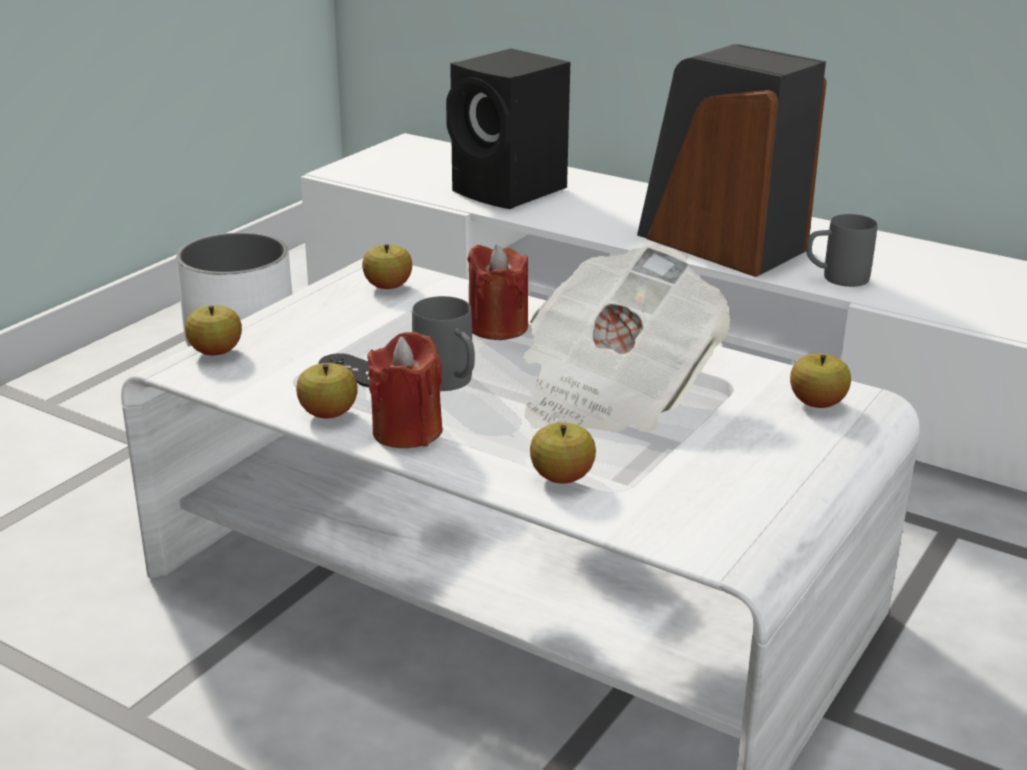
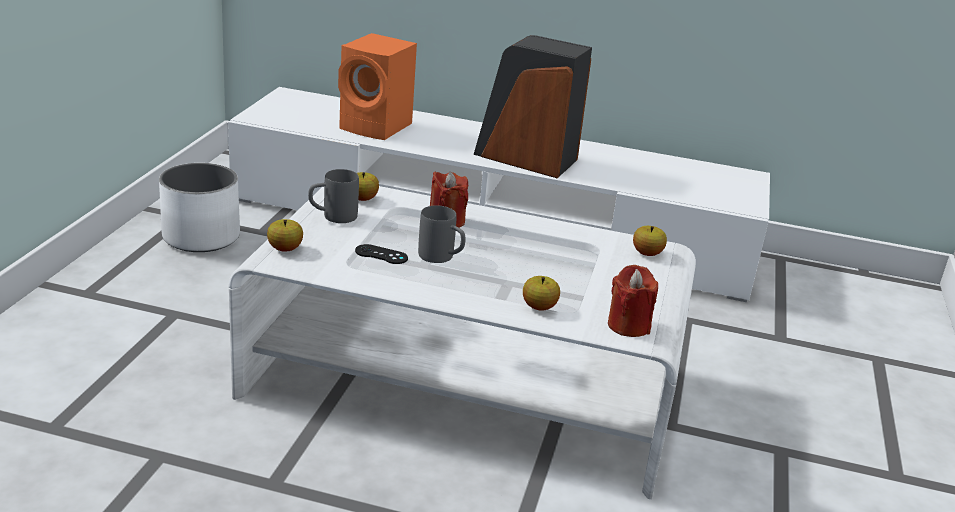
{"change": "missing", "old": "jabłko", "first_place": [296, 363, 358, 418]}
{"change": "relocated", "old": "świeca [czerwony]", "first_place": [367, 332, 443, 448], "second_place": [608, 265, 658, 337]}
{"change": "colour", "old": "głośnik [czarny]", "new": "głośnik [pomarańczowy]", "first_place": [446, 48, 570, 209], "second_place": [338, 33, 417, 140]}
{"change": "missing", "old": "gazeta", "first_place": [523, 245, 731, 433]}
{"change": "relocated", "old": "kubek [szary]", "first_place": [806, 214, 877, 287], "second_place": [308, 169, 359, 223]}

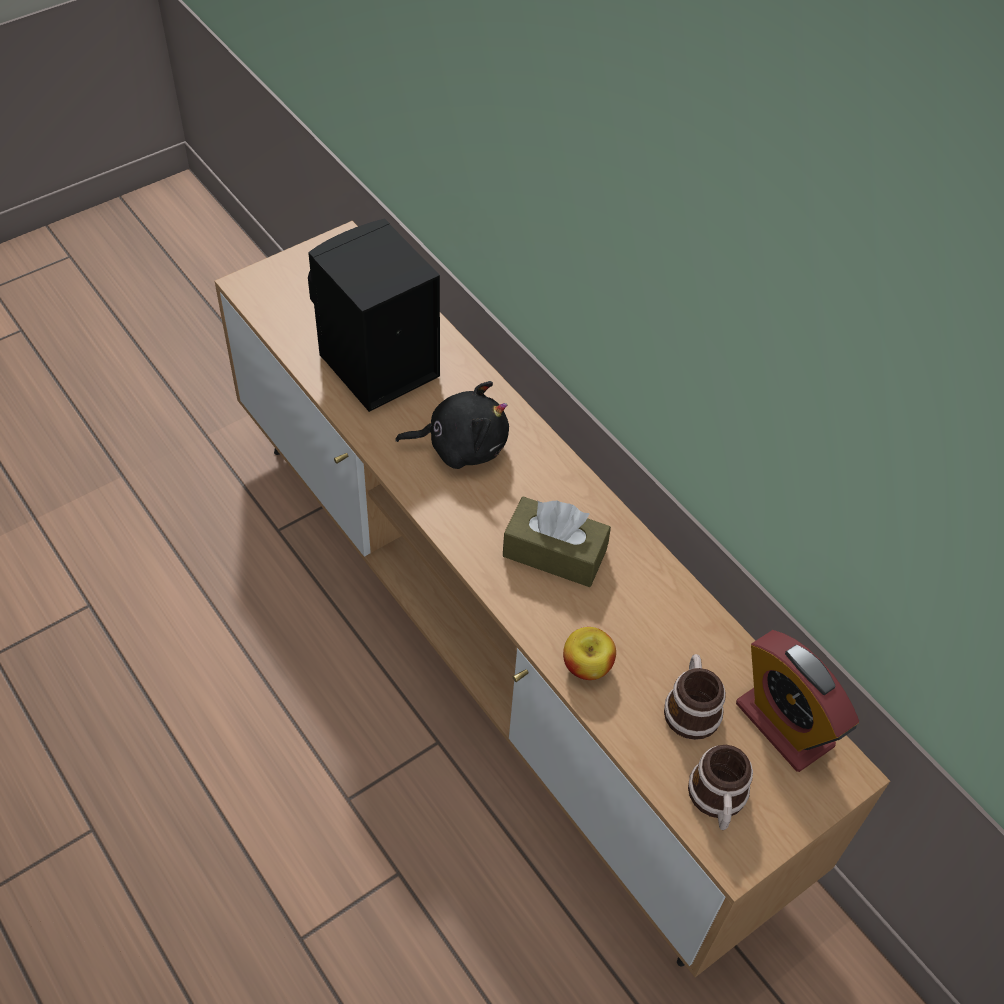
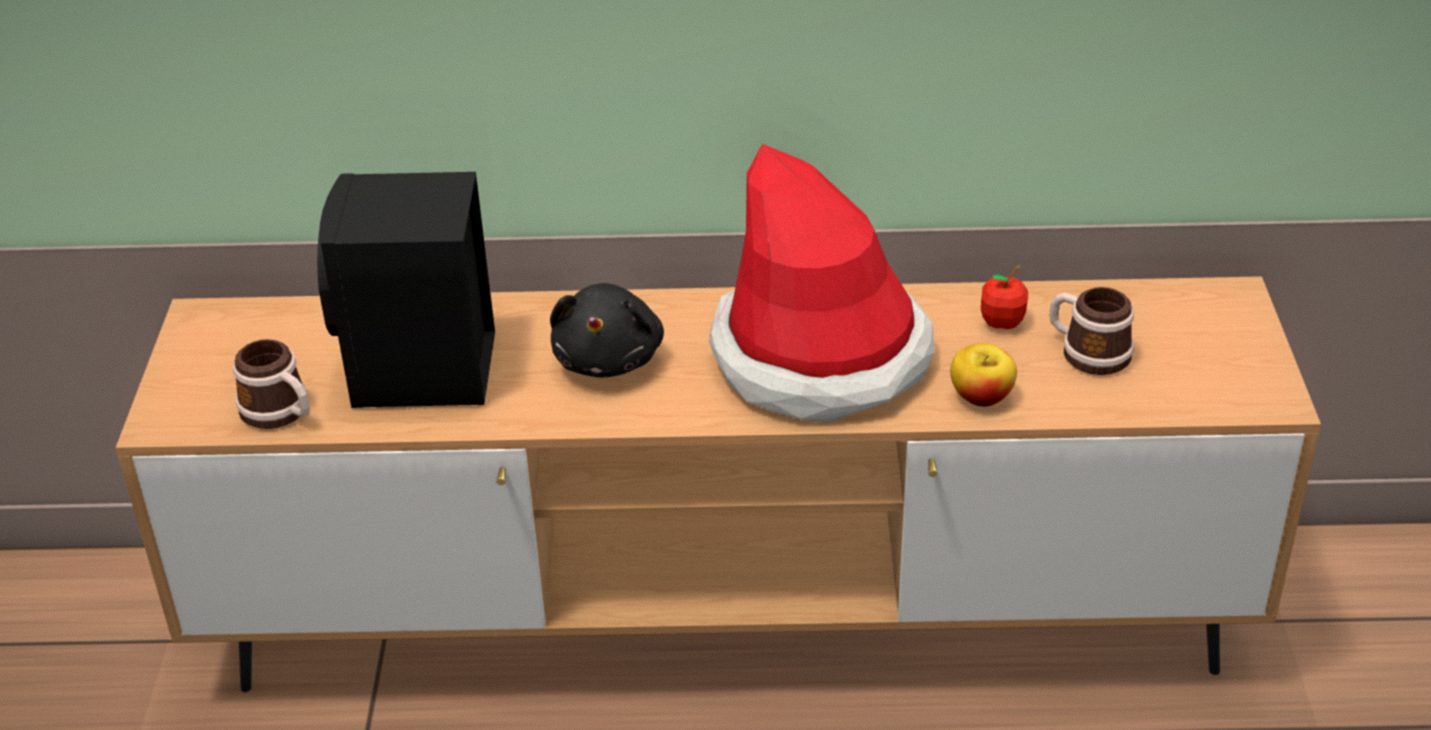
{"change": "spun", "old": "pluszak [czarny]", "first_place": [395, 381, 509, 469], "second_place": [550, 283, 664, 378], "degrees": 150}
{"change": "exchanged", "old": "pudełko chusteczek [brązowy]", "new": "kapelusz", "first_place": [503, 496, 611, 587], "second_place": [709, 144, 935, 422]}
{"change": "relocated", "old": "kubek", "first_place": [688, 745, 753, 830], "second_place": [233, 339, 310, 429]}
{"change": "missing", "old": "budzik", "first_place": [736, 630, 859, 772]}
{"change": "appeared", "new": "jabłko", "second_place": [981, 265, 1028, 329]}

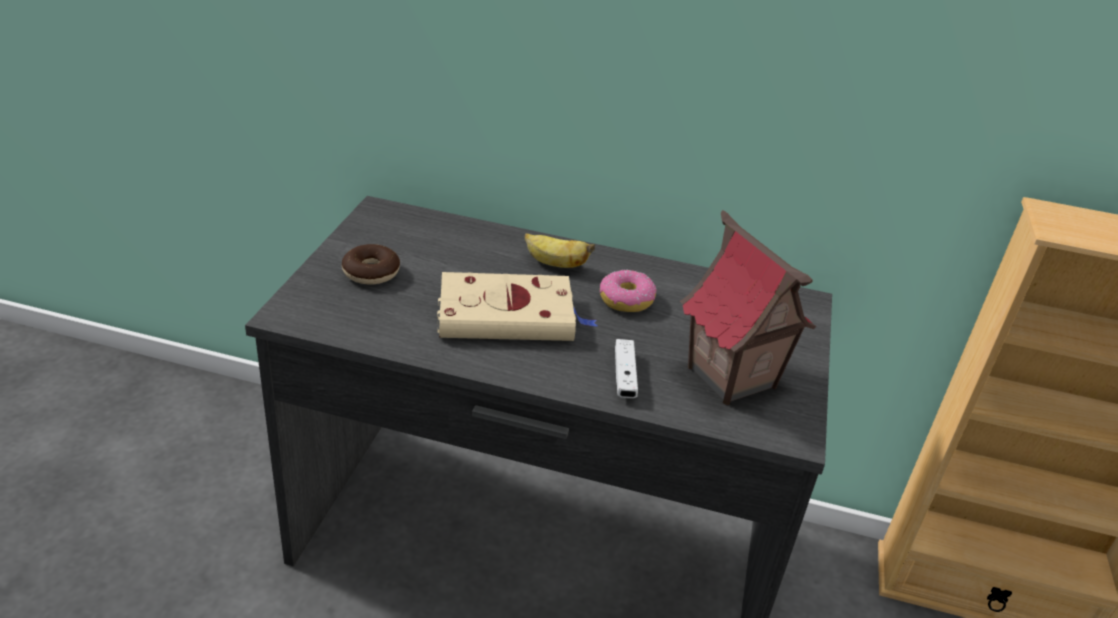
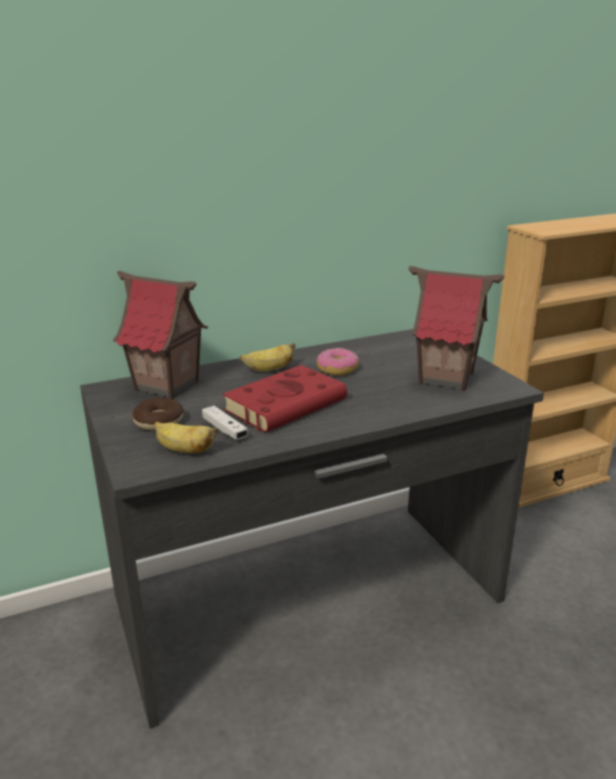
{"change": "colour", "old": "książka [beżowy]", "new": "książka [czerwony]", "first_place": [437, 272, 597, 341], "second_place": [223, 365, 347, 433]}
{"change": "relocated", "old": "pad do gier [biały]", "first_place": [615, 339, 638, 398], "second_place": [202, 406, 248, 440]}
{"change": "appeared", "new": "domek", "second_place": [113, 271, 208, 399]}
{"change": "appeared", "new": "banan", "second_place": [155, 422, 218, 453]}

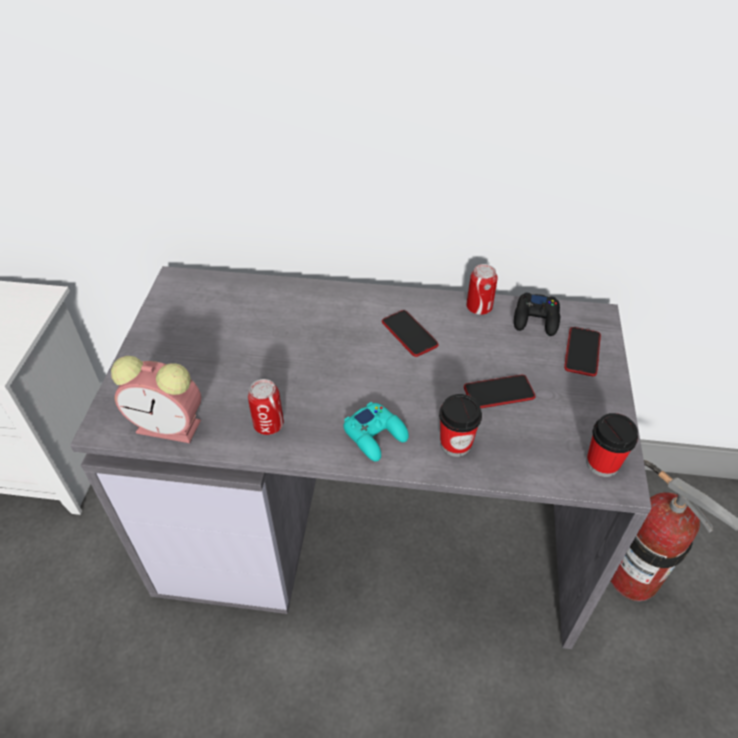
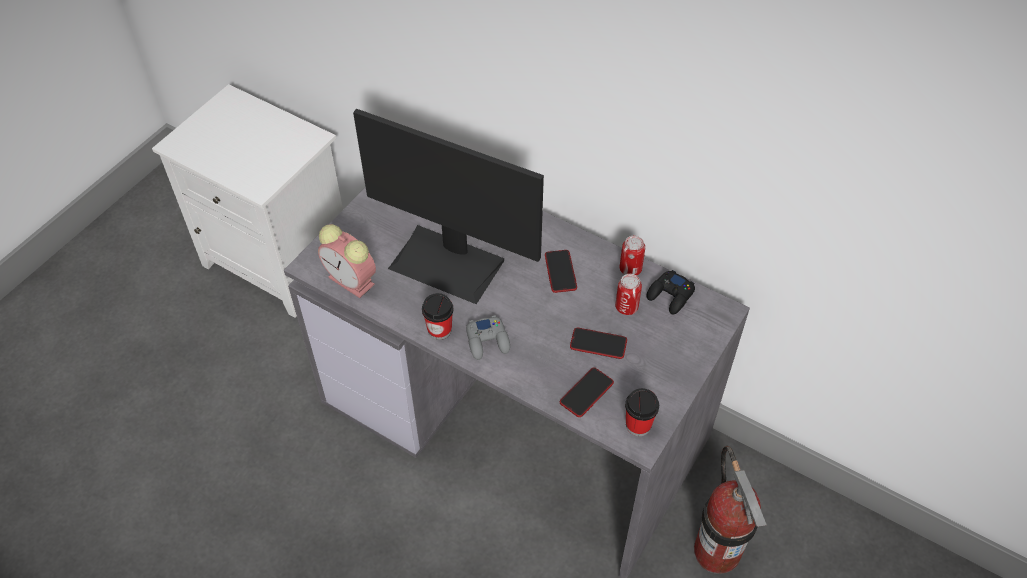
{"change": "relocated", "old": "puszka", "first_place": [248, 379, 284, 435], "second_place": [615, 274, 642, 315]}
{"change": "colour", "old": "pad do gier [turkusowy]", "new": "pad do gier [szary]", "first_place": [343, 402, 409, 461], "second_place": [466, 315, 510, 360]}
{"change": "relocated", "old": "filiżanka", "first_place": [439, 394, 482, 457], "second_place": [422, 293, 454, 340]}
{"change": "relocated", "old": "telefon", "first_place": [564, 327, 601, 376], "second_place": [560, 367, 614, 417]}
{"change": "appeared", "new": "monitor", "second_place": [353, 109, 544, 304]}

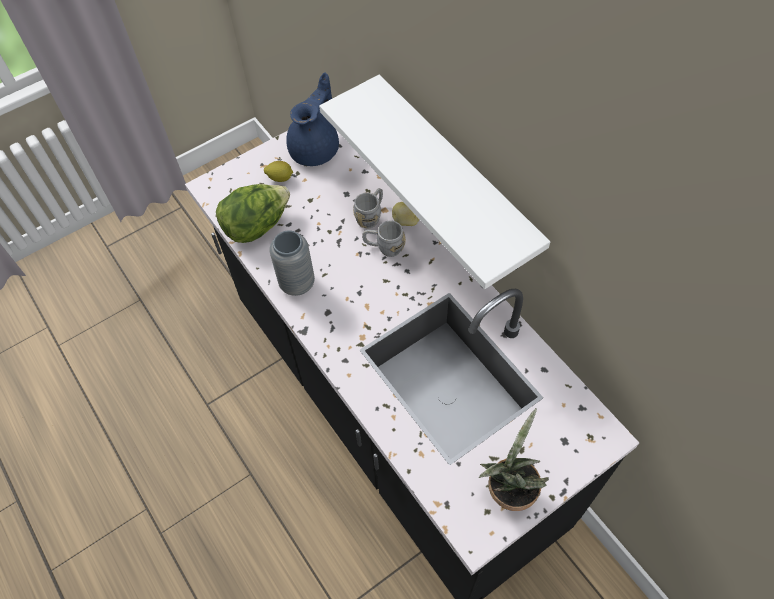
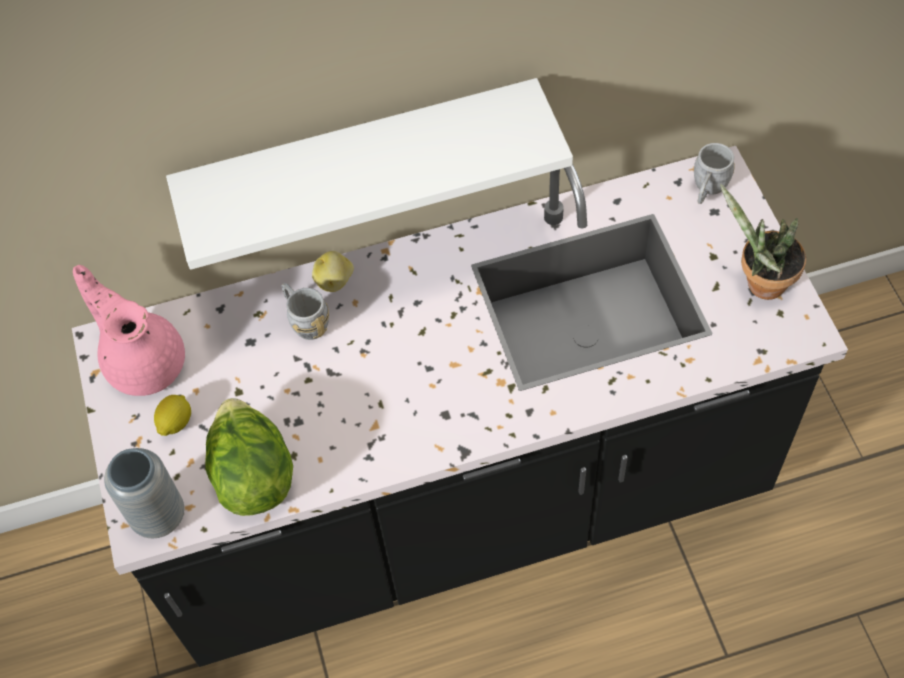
{"change": "relocated", "old": "wazon [szary]", "first_place": [270, 230, 315, 296], "second_place": [104, 448, 184, 538]}
{"change": "colour", "old": "imbryk [niebieski]", "new": "imbryk [różowy]", "first_place": [286, 72, 339, 166], "second_place": [73, 265, 185, 396]}
{"change": "relocated", "old": "kubek [szary]", "first_place": [362, 221, 406, 257], "second_place": [694, 143, 735, 204]}

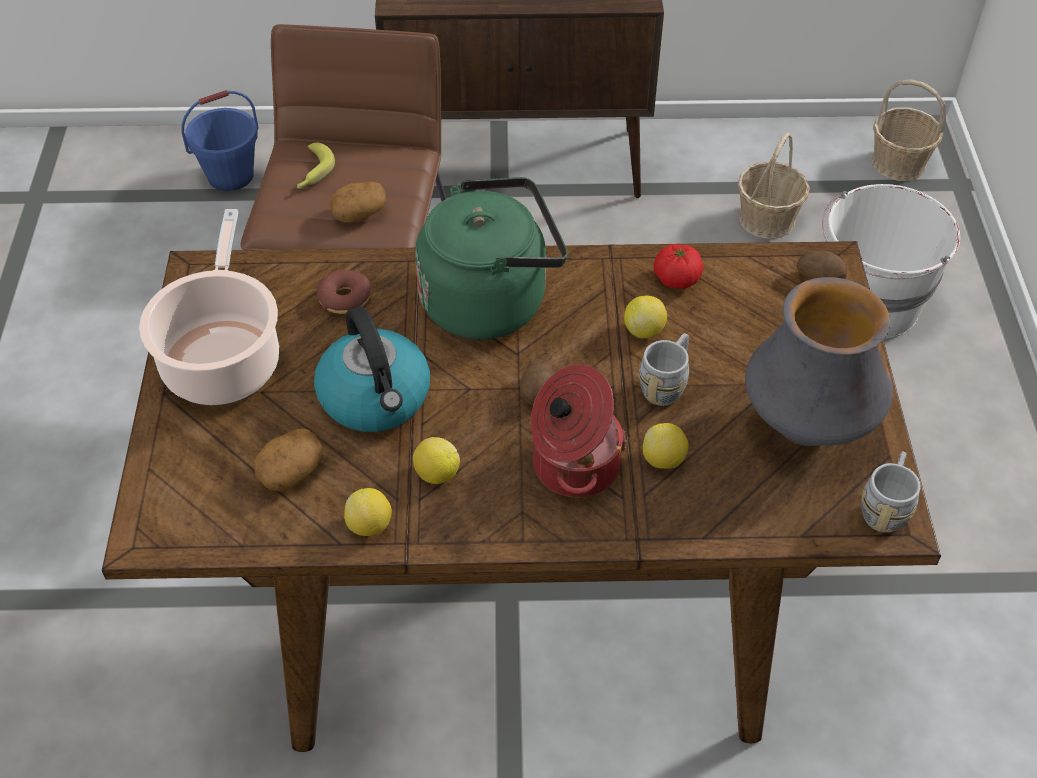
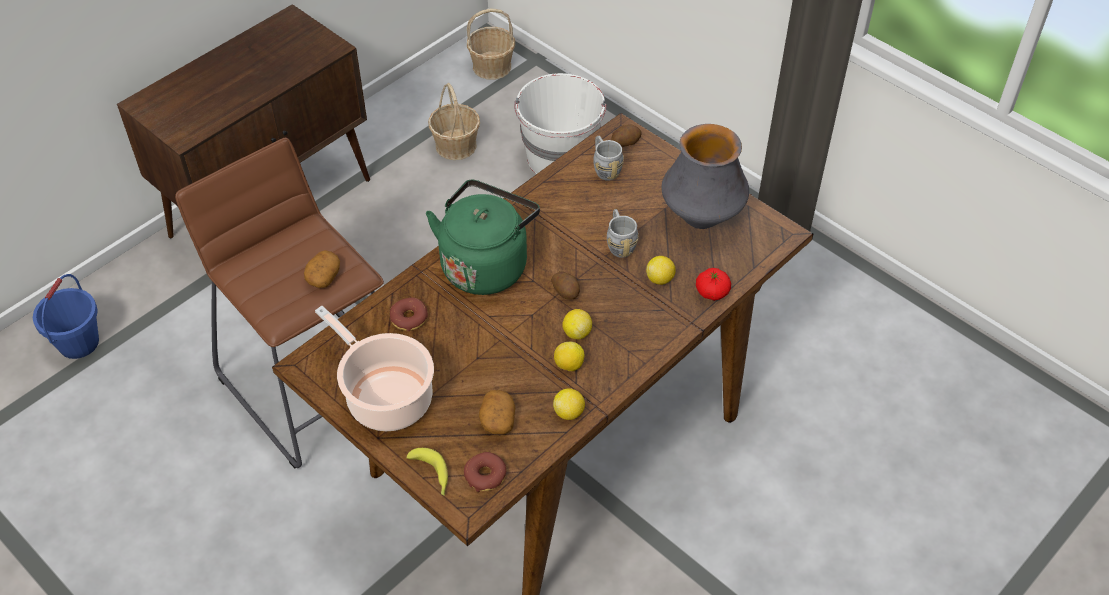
{"change": "relocated", "old": "banan", "first_place": [297, 143, 335, 189], "second_place": [406, 448, 448, 496]}
{"change": "missing", "old": "czajnik", "first_place": [314, 306, 430, 432]}
{"change": "missing", "old": "garnek", "first_place": [531, 364, 627, 498]}
{"change": "relocated", "old": "cytryna", "first_place": [624, 296, 667, 339], "second_place": [562, 309, 592, 339]}
{"change": "relocated", "old": "pomidor", "first_place": [654, 244, 704, 289], "second_place": [696, 268, 731, 301]}
{"change": "relocated", "old": "kubek [szary]", "first_place": [861, 451, 921, 533], "second_place": [594, 136, 624, 181]}
{"change": "appeared", "new": "donut", "second_place": [464, 452, 506, 492]}

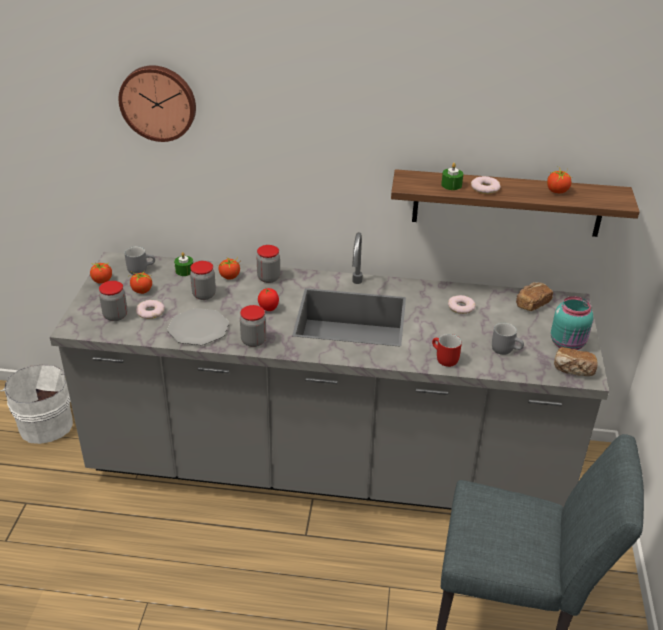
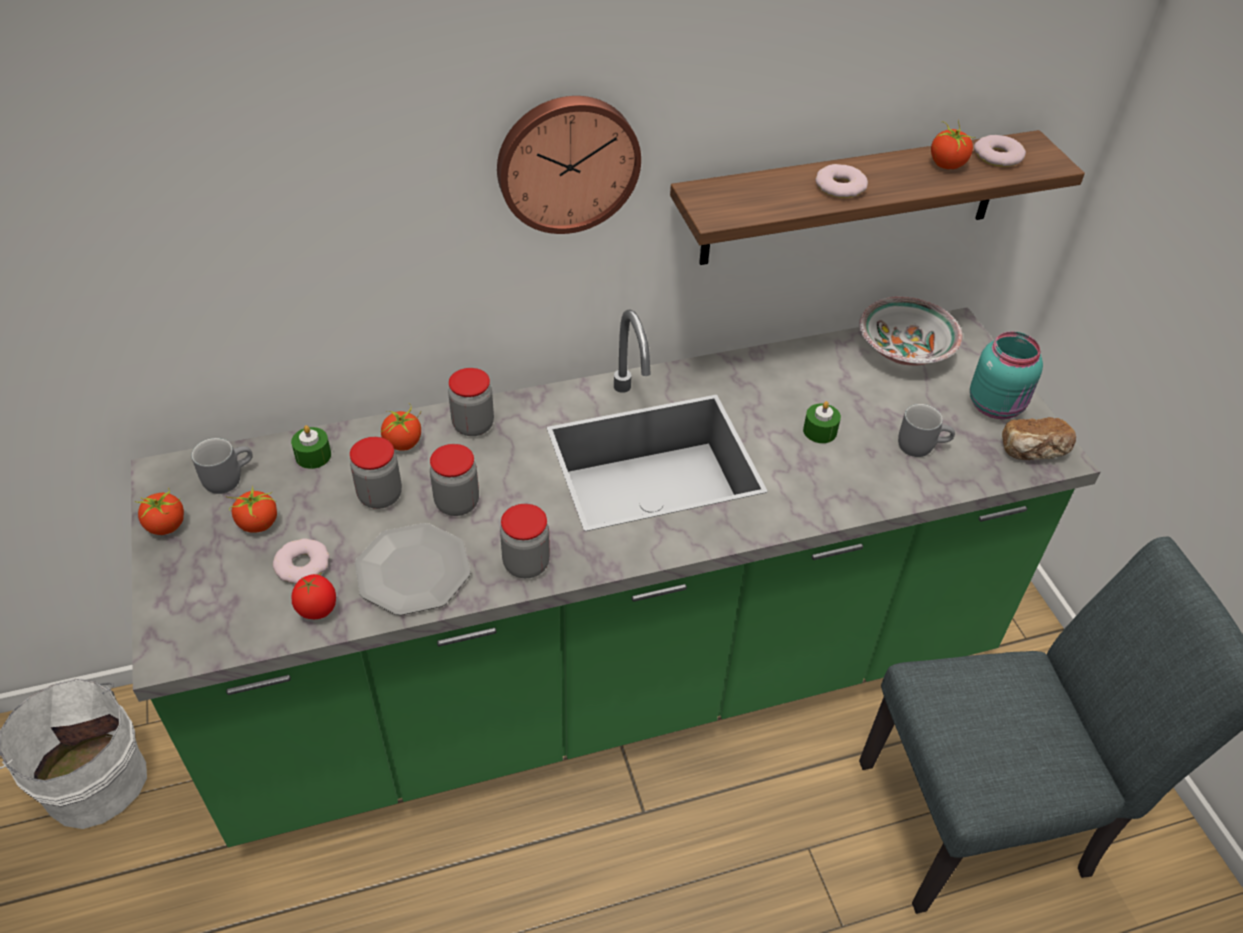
{"change": "colour", "old": "zabudowa kuchenna [szary]", "new": "zabudowa kuchenna [zielony]", "first_place": [50, 232, 609, 510], "second_place": [131, 307, 1101, 847]}
{"change": "relocated", "old": "słoik", "first_place": [99, 281, 127, 321], "second_place": [430, 444, 479, 516]}
{"change": "relocated", "old": "zegar ścienny", "first_place": [118, 65, 196, 142], "second_place": [497, 96, 641, 234]}
{"change": "relocated", "old": "pomidor", "first_place": [258, 288, 279, 311], "second_place": [291, 574, 336, 619]}
{"change": "missing", "old": "kubek [czerwony]", "first_place": [432, 334, 462, 367]}
{"change": "relocated", "old": "świeca [zielony]", "first_place": [441, 163, 463, 190], "second_place": [803, 401, 841, 443]}
{"change": "relocated", "old": "donut", "first_place": [448, 295, 476, 314], "second_place": [974, 135, 1026, 167]}
{"change": "exchanged", "old": "chleb", "new": "miska", "first_place": [516, 282, 553, 311], "second_place": [859, 296, 963, 366]}

